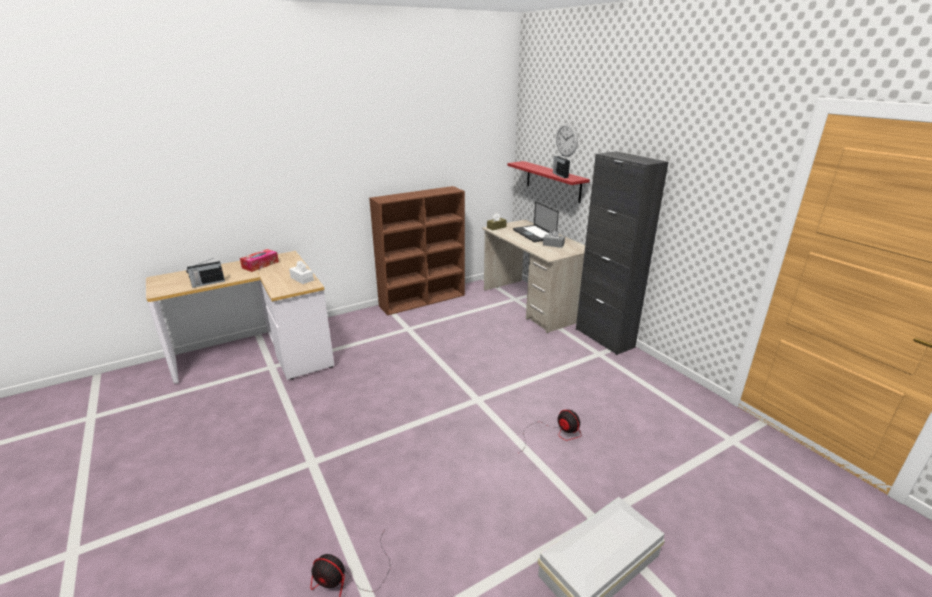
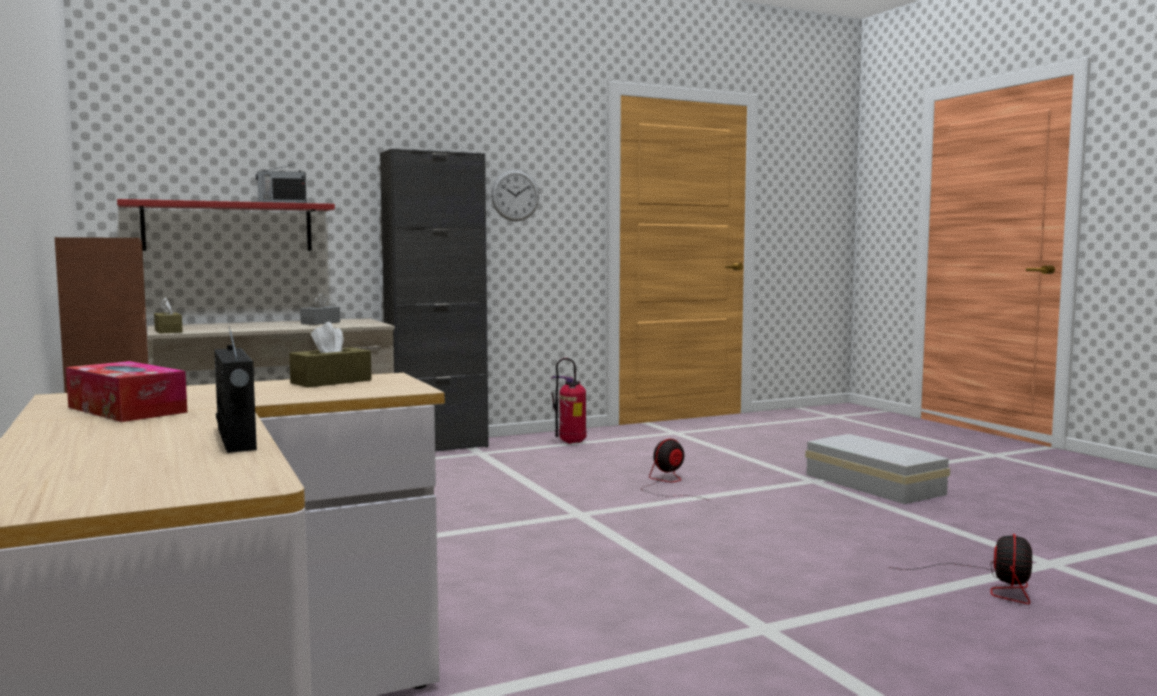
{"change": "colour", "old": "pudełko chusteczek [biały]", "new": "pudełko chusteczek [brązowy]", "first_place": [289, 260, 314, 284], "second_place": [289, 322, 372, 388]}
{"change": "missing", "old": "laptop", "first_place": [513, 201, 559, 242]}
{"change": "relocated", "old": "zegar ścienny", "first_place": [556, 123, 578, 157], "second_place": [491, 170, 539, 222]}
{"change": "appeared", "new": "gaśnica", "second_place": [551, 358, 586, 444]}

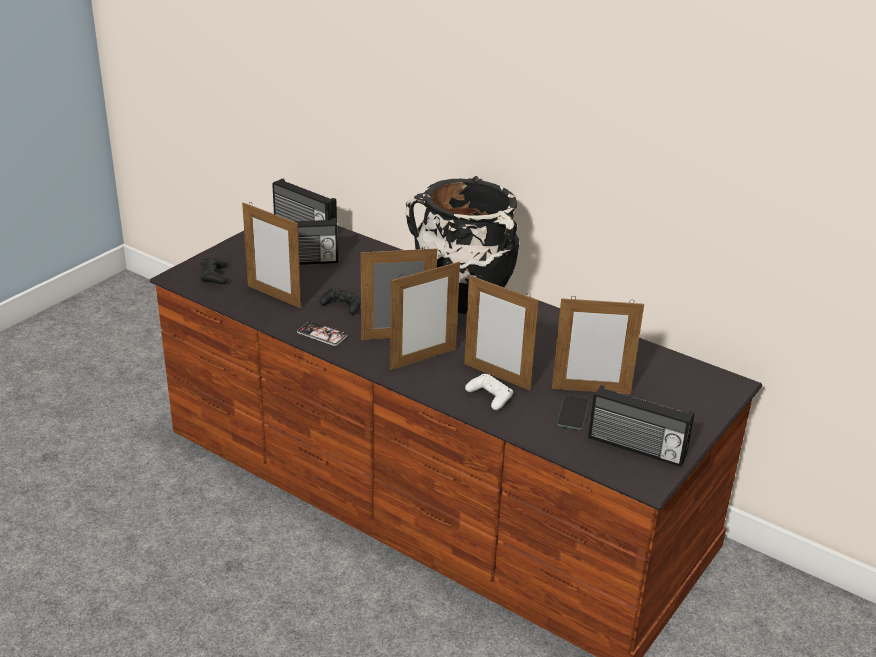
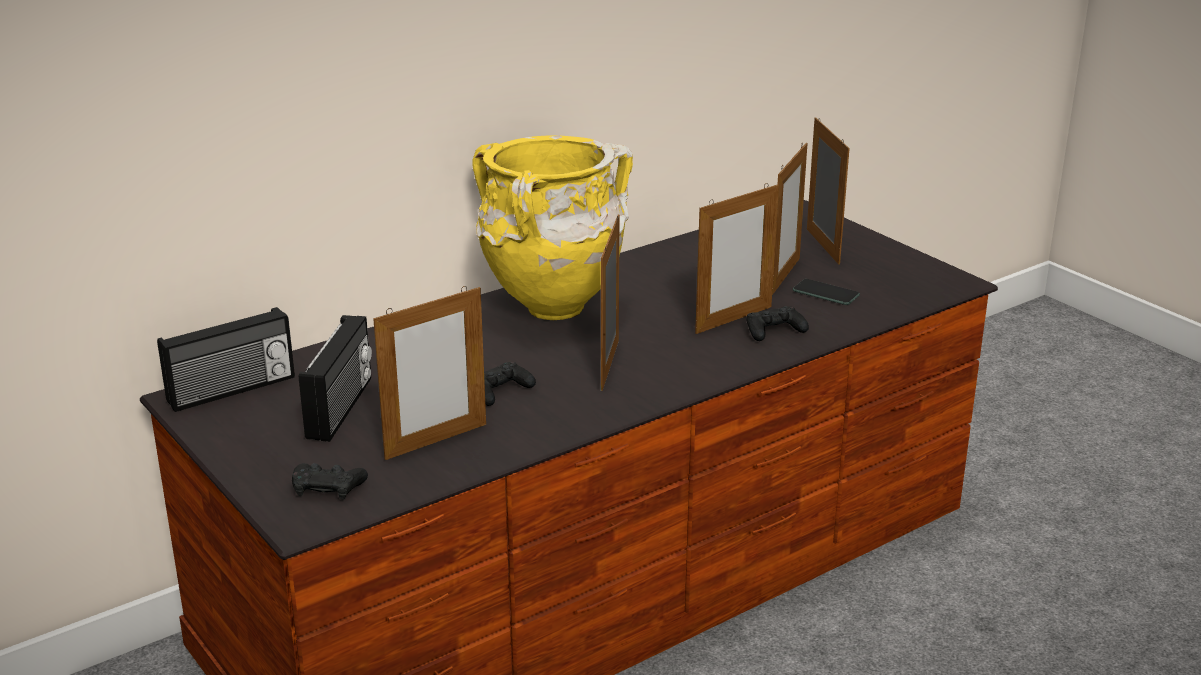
{"change": "missing", "old": "telefon", "first_place": [297, 321, 347, 346]}
{"change": "relocated", "old": "ramka na zdjęcie", "first_place": [390, 262, 460, 370], "second_place": [807, 118, 850, 265]}
{"change": "colour", "old": "wazon [czarny]", "new": "wazon [żółty]", "first_place": [406, 176, 519, 314], "second_place": [473, 135, 633, 320]}
{"change": "colour", "old": "pad do gier [biały]", "new": "pad do gier [czarny]", "first_place": [465, 374, 513, 410], "second_place": [746, 306, 809, 341]}
{"change": "missing", "old": "radio", "first_place": [588, 385, 694, 467]}

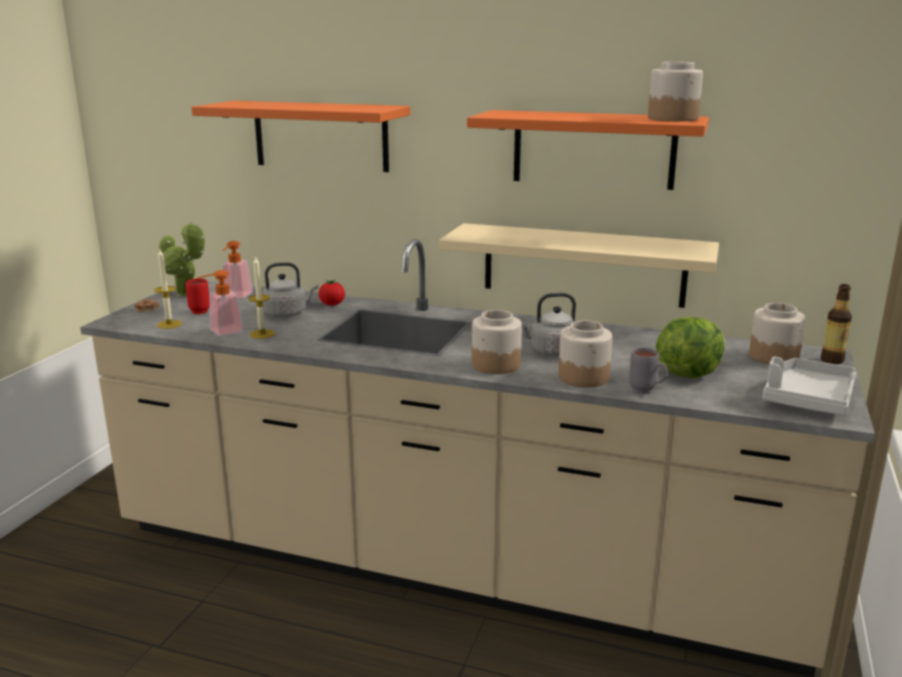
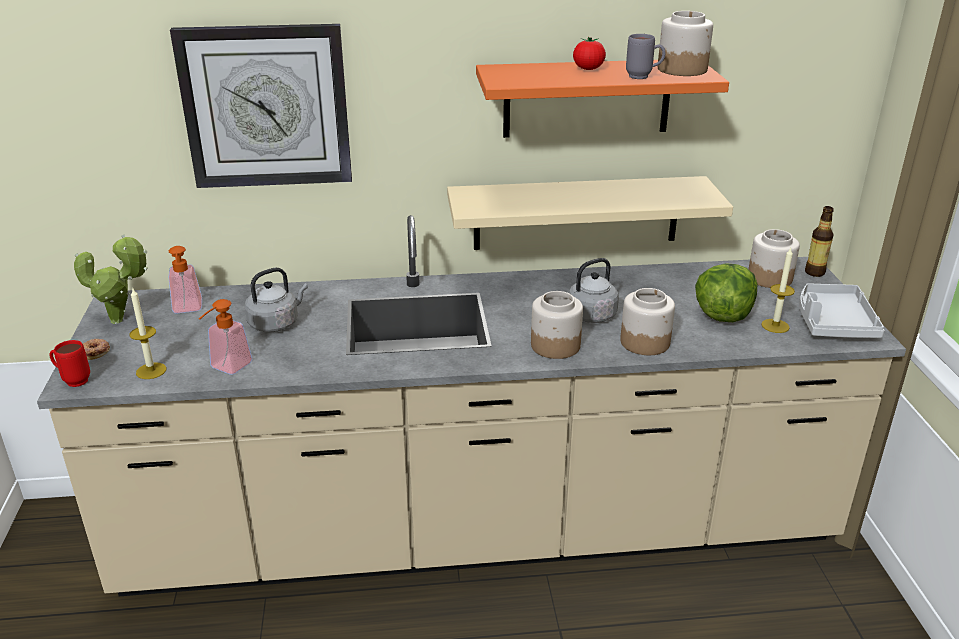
{"change": "relocated", "old": "kubek [czerwony]", "first_place": [186, 278, 210, 314], "second_place": [49, 340, 90, 387]}
{"change": "exchanged", "old": "półka [pomarańczowy]", "new": "zegar ścienny", "first_place": [191, 101, 410, 172], "second_place": [170, 24, 352, 188]}
{"change": "relocated", "old": "świeca", "first_place": [248, 256, 275, 339], "second_place": [761, 248, 795, 333]}
{"change": "relocated", "old": "pomidor", "first_place": [319, 280, 345, 306], "second_place": [573, 37, 606, 70]}
{"change": "relocated", "old": "kubek [szary]", "first_place": [629, 348, 668, 394], "second_place": [626, 34, 666, 79]}

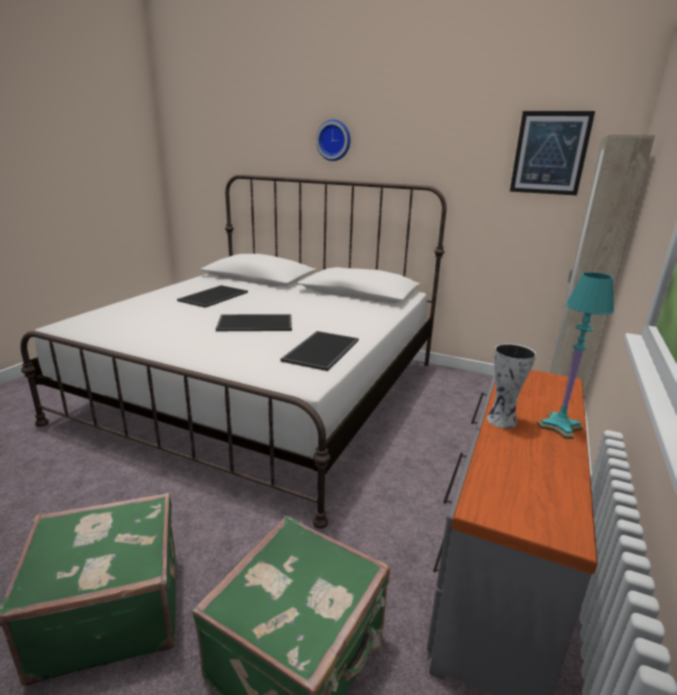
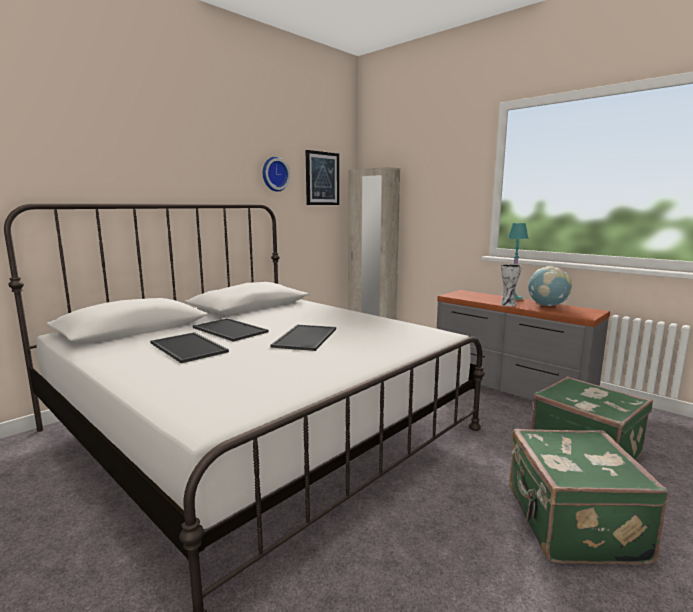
{"change": "relocated", "old": "taca", "first_place": [281, 331, 359, 371], "second_place": [193, 318, 269, 342]}
{"change": "relocated", "old": "zegar ścienny", "first_place": [316, 119, 350, 161], "second_place": [263, 157, 290, 192]}
{"change": "appeared", "new": "globus", "second_place": [528, 266, 572, 306]}

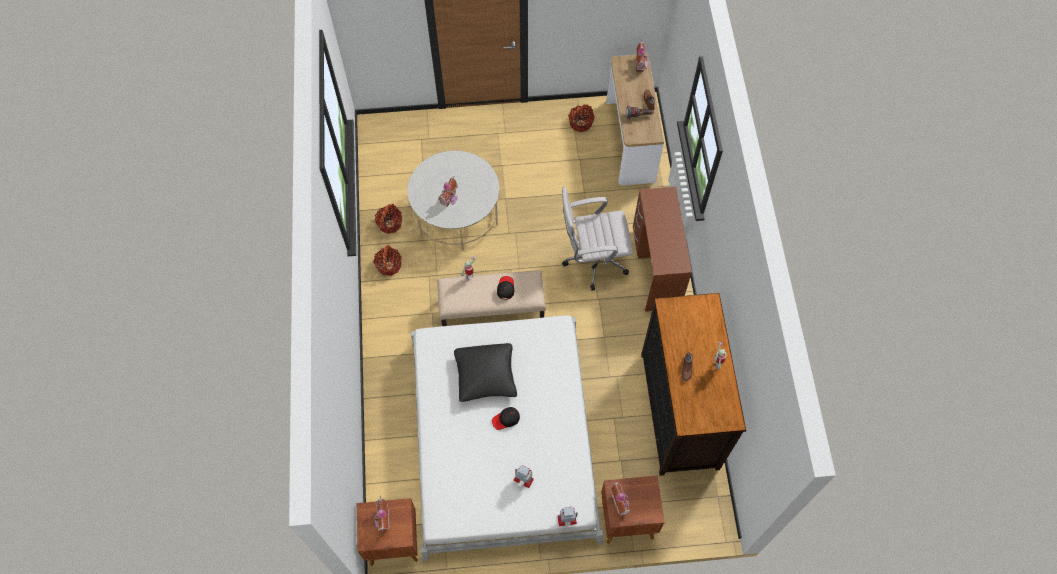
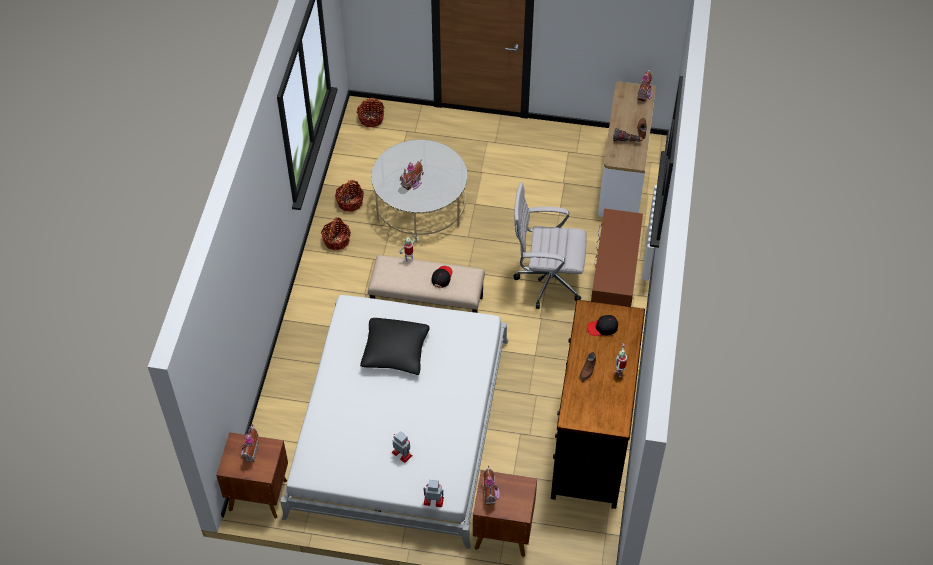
{"change": "relocated", "old": "czapka z daszkiem [czarny]", "first_place": [492, 407, 520, 430], "second_place": [587, 315, 618, 336]}
{"change": "relocated", "old": "koszyk", "first_place": [568, 104, 595, 132], "second_place": [356, 98, 384, 127]}

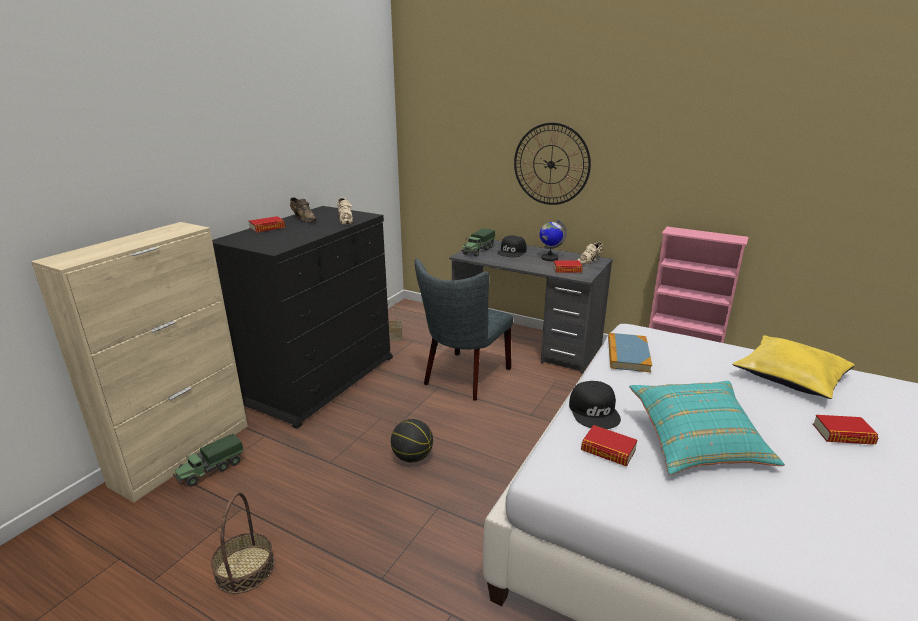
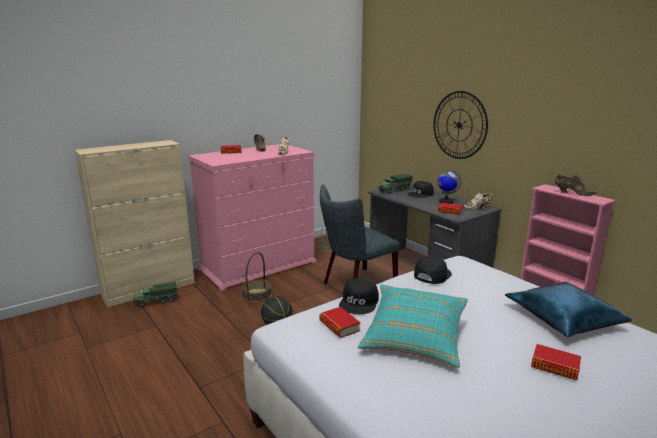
{"change": "relocated", "old": "koszyk", "first_place": [211, 492, 275, 594], "second_place": [241, 252, 272, 303]}
{"change": "colour", "old": "komoda [czarny]", "new": "komoda [różowy]", "first_place": [212, 206, 393, 429], "second_place": [188, 144, 317, 291]}
{"change": "exchanged", "old": "książka", "new": "czapka z daszkiem [czarny]", "first_place": [608, 333, 652, 372], "second_place": [414, 256, 452, 284]}
{"change": "colour", "old": "poduszka [żółty]", "new": "poduszka [niebieski]", "first_place": [733, 335, 855, 399], "second_place": [505, 282, 632, 337]}
{"change": "appeared", "new": "but [brązowy]", "second_place": [555, 174, 597, 196]}

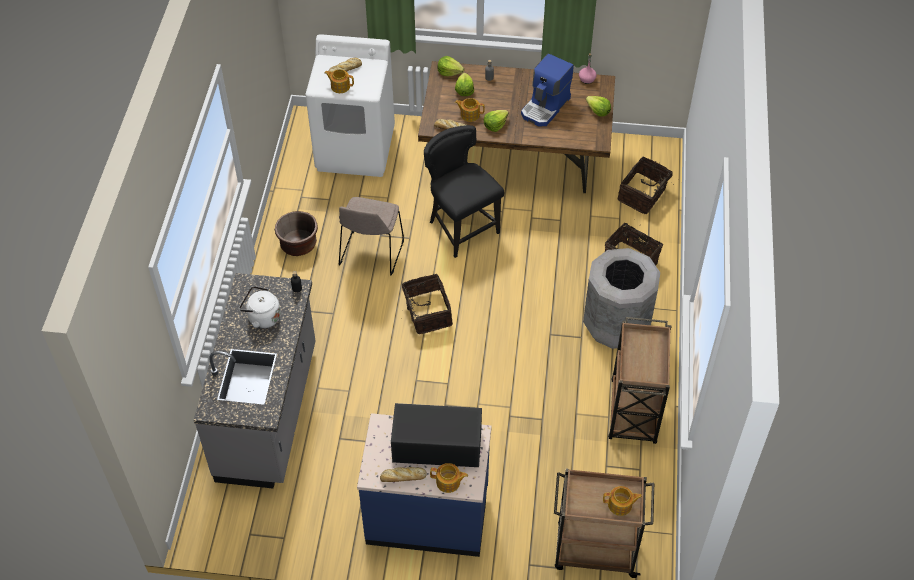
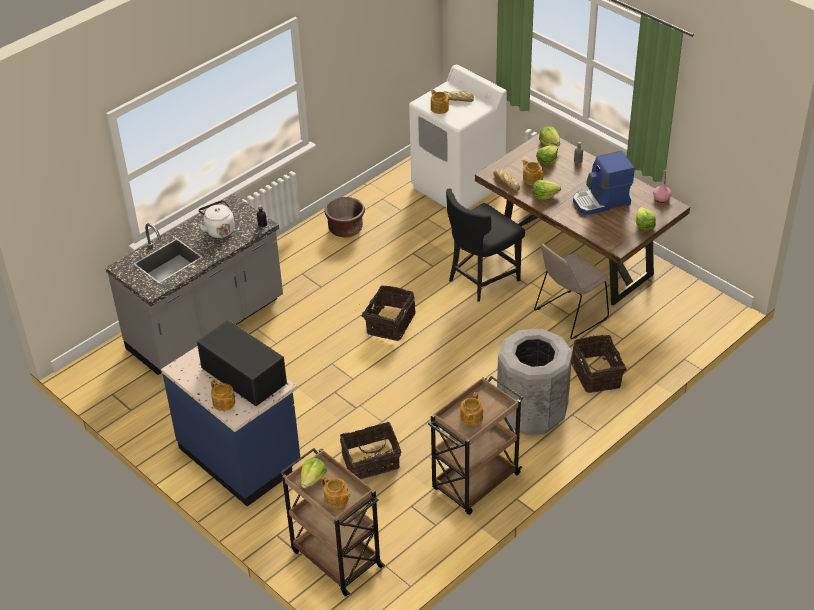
{"change": "relocated", "old": "krzesło [beżowy]", "first_place": [339, 197, 404, 275], "second_place": [534, 243, 609, 339]}
{"change": "missing", "old": "chleb", "first_place": [380, 467, 427, 482]}
{"change": "spun", "old": "krzesło [czarny]", "first_place": [424, 125, 504, 258], "second_place": [446, 189, 525, 302], "degrees": -135}
{"change": "relocated", "old": "koszyk", "first_place": [617, 156, 679, 214], "second_place": [340, 422, 401, 479]}
{"change": "appeared", "new": "sałata", "second_place": [301, 458, 327, 488]}
{"change": "appeared", "new": "imbryk", "second_place": [460, 392, 483, 426]}

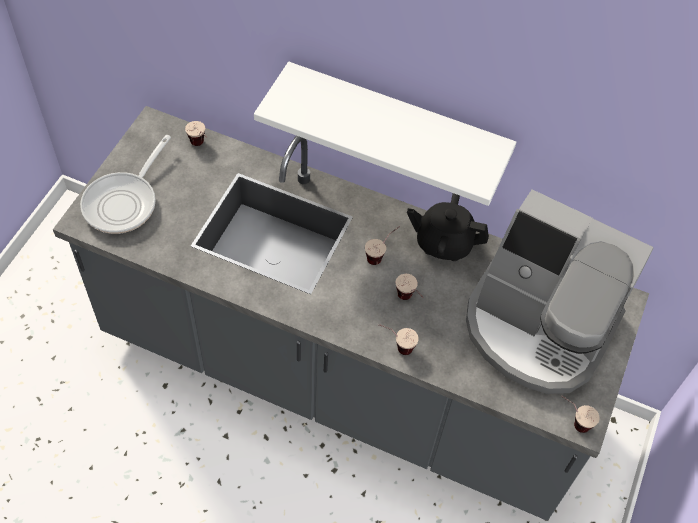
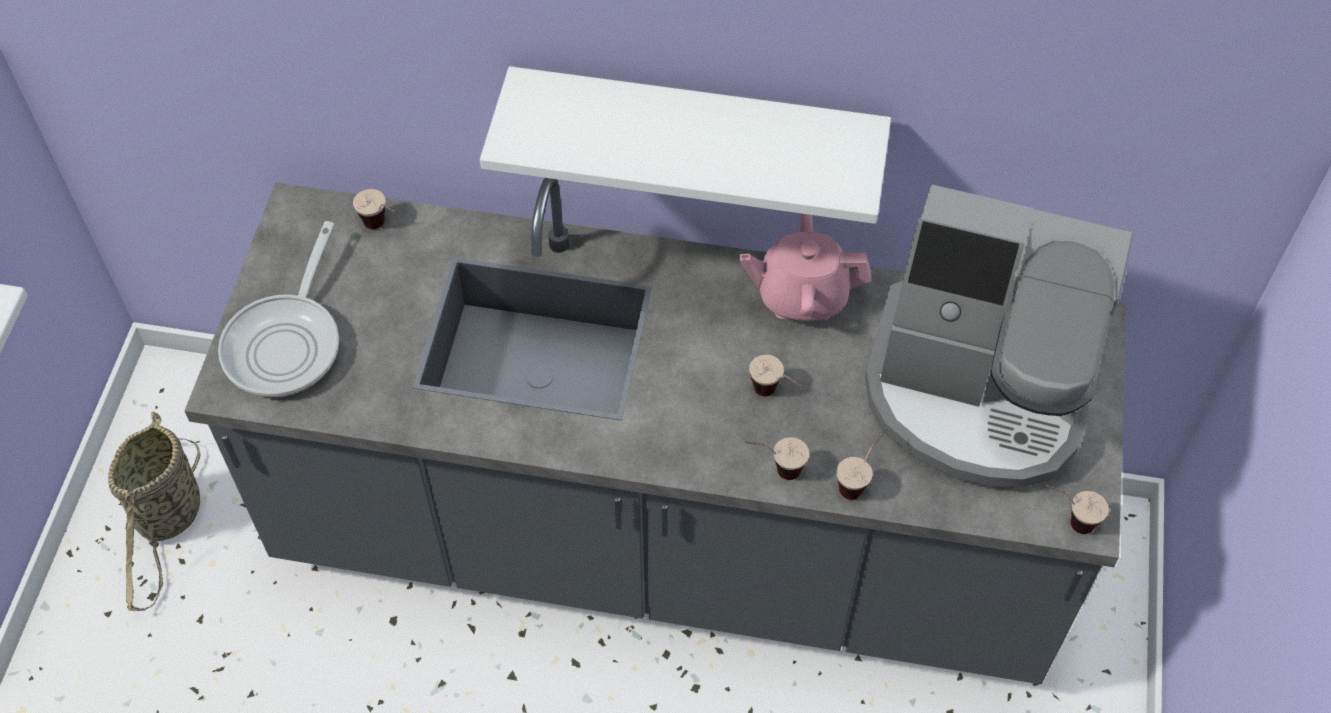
{"change": "relocated", "old": "filiżanka", "first_place": [365, 226, 400, 265], "second_place": [836, 429, 887, 500]}
{"change": "colour", "old": "imbryk [czarny]", "new": "imbryk [różowy]", "first_place": [407, 193, 489, 261], "second_place": [739, 213, 871, 321]}
{"change": "appeared", "new": "koszyk", "second_place": [108, 412, 201, 611]}

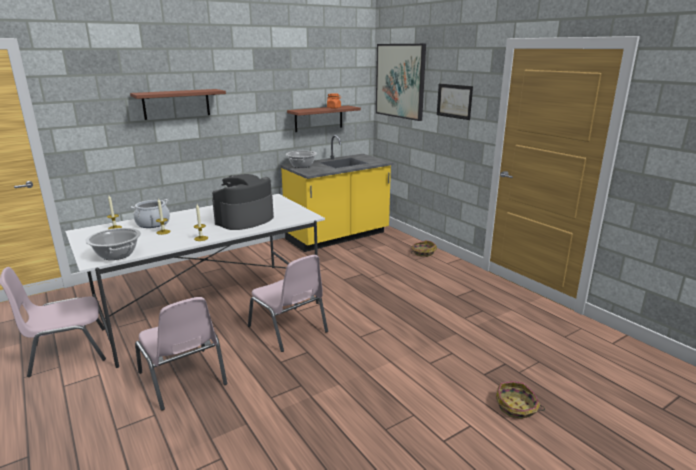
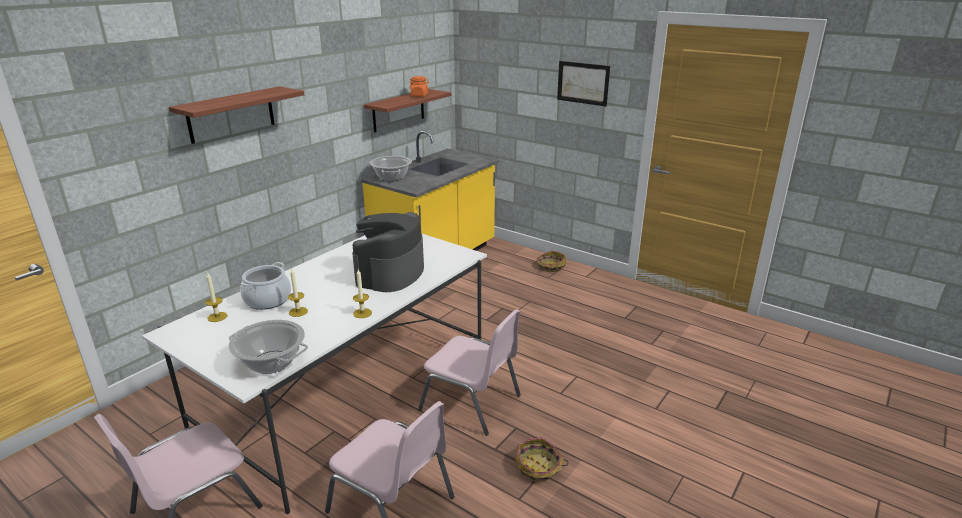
{"change": "missing", "old": "obraz", "first_place": [376, 44, 426, 121]}
{"change": "relocated", "old": "koszyk", "first_place": [496, 381, 545, 419], "second_place": [516, 437, 568, 481]}

